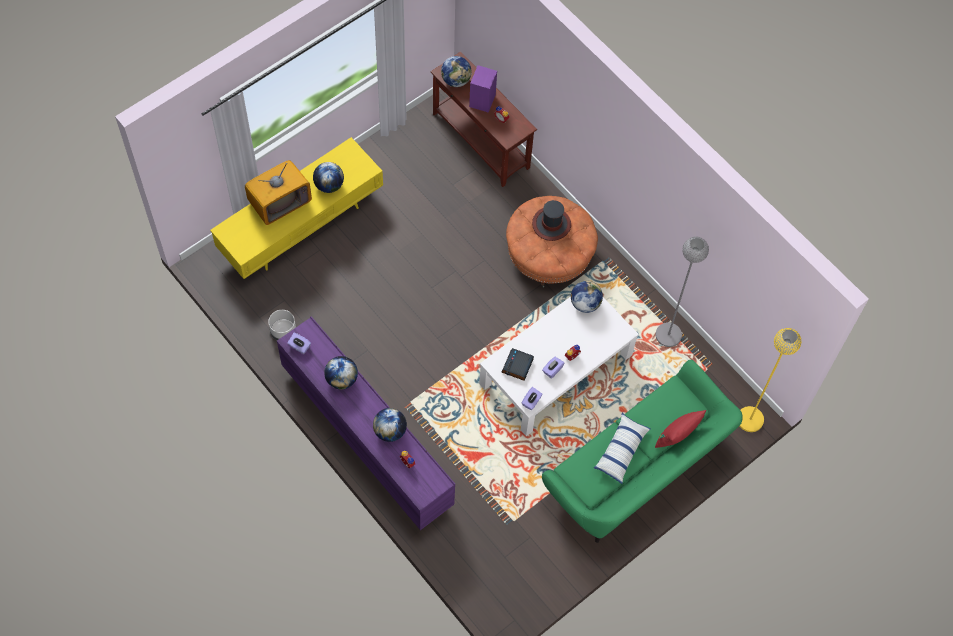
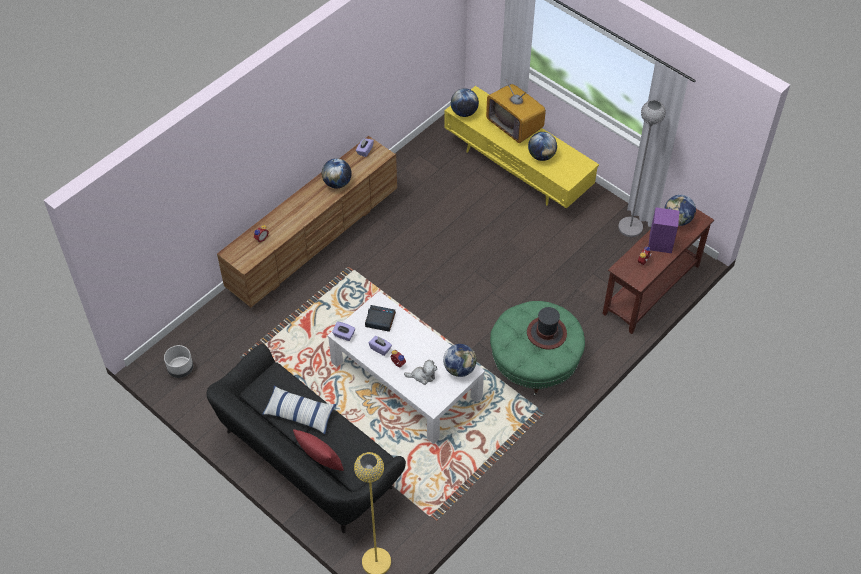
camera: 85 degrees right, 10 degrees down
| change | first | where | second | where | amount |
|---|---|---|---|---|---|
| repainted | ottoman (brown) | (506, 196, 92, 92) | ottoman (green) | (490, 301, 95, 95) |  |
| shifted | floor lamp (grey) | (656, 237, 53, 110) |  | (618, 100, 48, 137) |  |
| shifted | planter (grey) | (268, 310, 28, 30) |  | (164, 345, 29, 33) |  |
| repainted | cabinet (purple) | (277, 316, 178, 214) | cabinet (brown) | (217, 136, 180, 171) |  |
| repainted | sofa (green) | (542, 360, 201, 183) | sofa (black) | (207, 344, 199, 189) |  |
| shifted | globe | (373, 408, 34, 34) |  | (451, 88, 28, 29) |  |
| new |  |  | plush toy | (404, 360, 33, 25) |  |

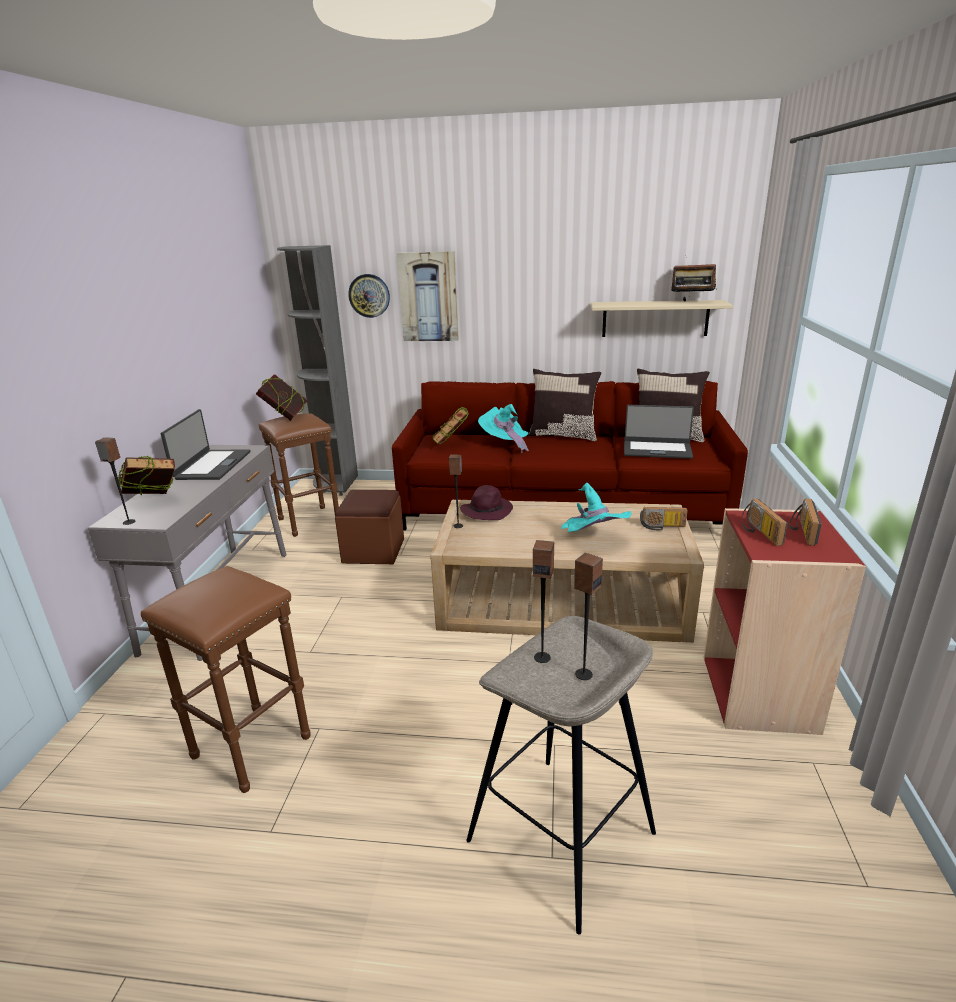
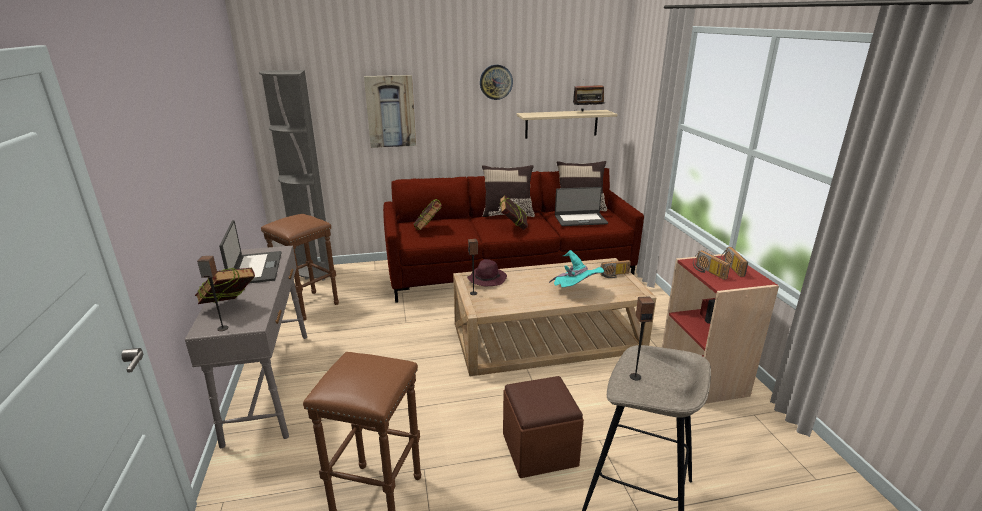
camera: 20 degrees left, 0 degrees up
| change | first | where | second | where | amount |
|---|---|---|---|---|---|
| shifted | wall clock | (348, 274, 42, 44) |  | (480, 65, 33, 35) |  |
| shifted | book | (256, 374, 52, 47) |  | (500, 195, 28, 35) |  |
| gone | hat (turquoise) | (478, 404, 51, 49) |  |  |  |
| shifted | ottoman (brown) | (335, 490, 69, 74) |  | (503, 376, 81, 102) |  |
| gone | speaker | (574, 553, 29, 127) |  |  |  |

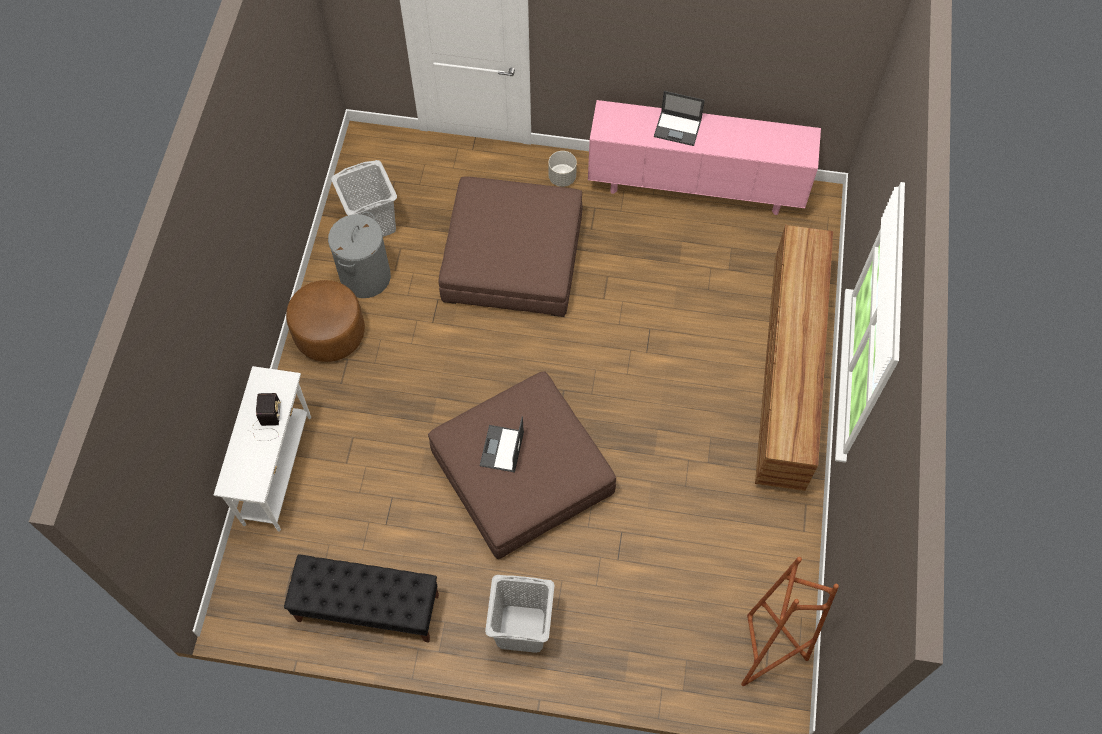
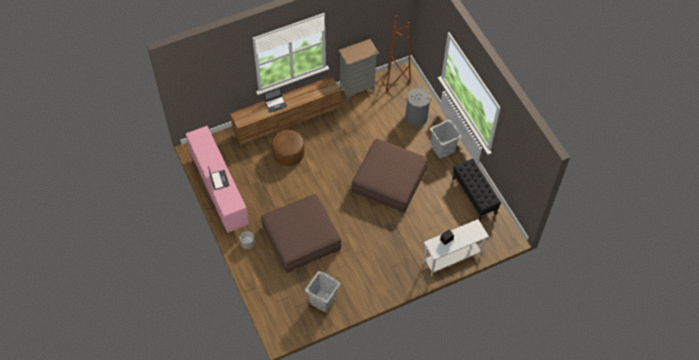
camera: 125 degrees left, 5 degrees down
| change | first | where | second | where | amount |
|---|---|---|---|---|---|
| shifted | laundry basket (grey) | (328, 212, 63, 86) |  | (405, 88, 28, 38) |  |
| shifted | ottoman (brown) | (286, 280, 79, 82) |  | (272, 130, 33, 36) |  |
| shifted | laptop | (480, 417, 44, 56) |  | (264, 87, 23, 26) |  |
| new |  |  | dresser (grey) | (338, 39, 41, 63) |  |

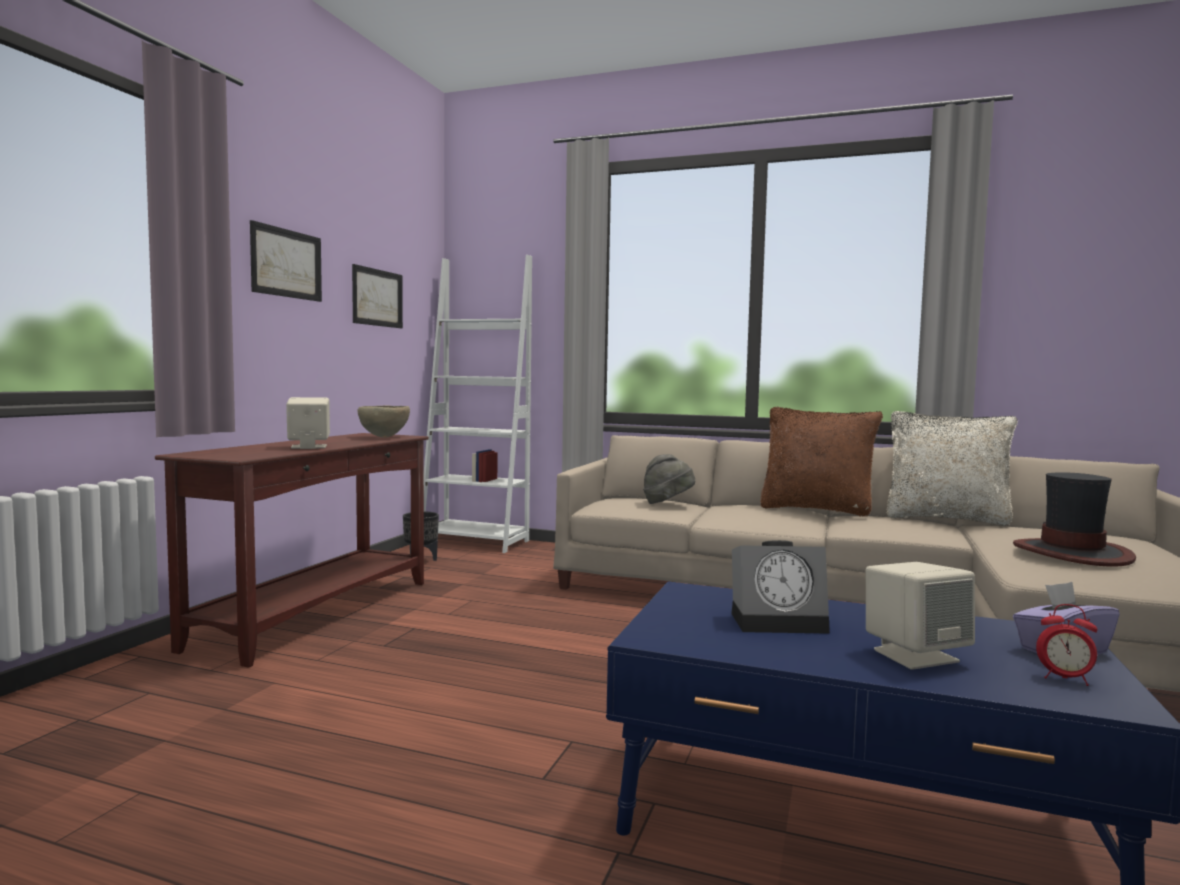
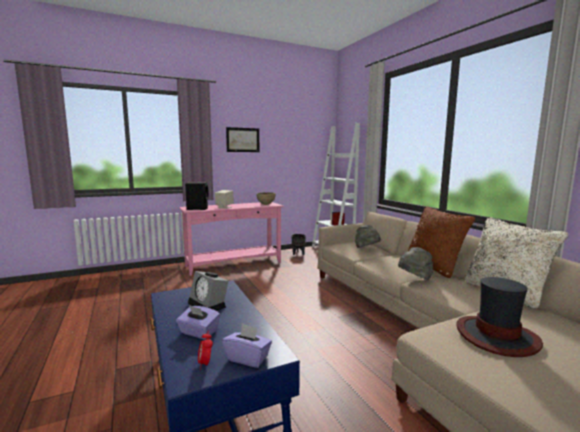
camera: 45 degrees right, 5 degrees up
| change | first | where | second | where | amount |
|---|---|---|---|---|---|
| gone | picture | (352, 264, 51, 64) |  |  |  |
| repainted | console table (brown) | (155, 433, 274, 235) | console table (pink) | (179, 202, 105, 74) |  |
| swapped | speaker (beige) | (866, 562, 109, 108) | tissue box (purple) | (176, 305, 44, 34) |  |
| new |  |  | speaker (black) | (185, 182, 24, 28) |  |
| new |  |  | hat (grey) | (398, 247, 35, 33) |  |

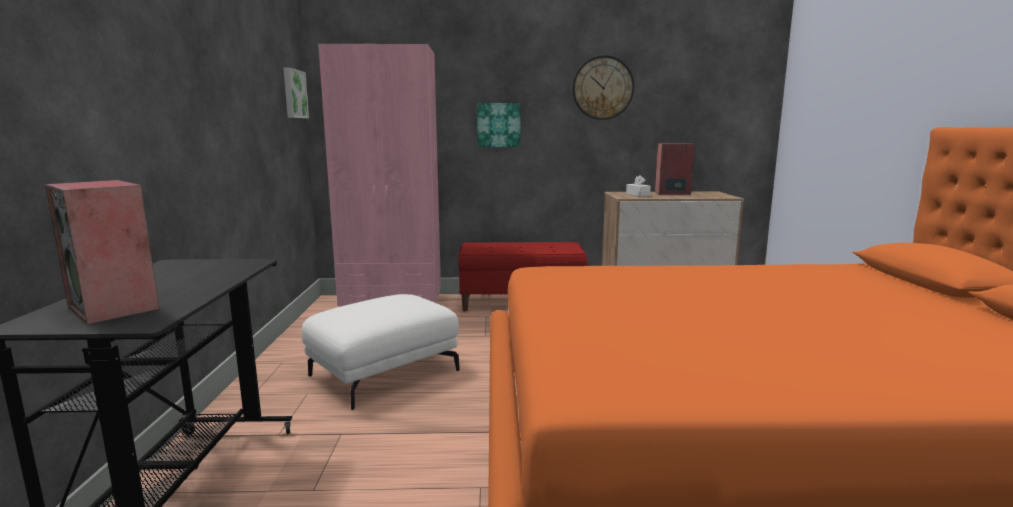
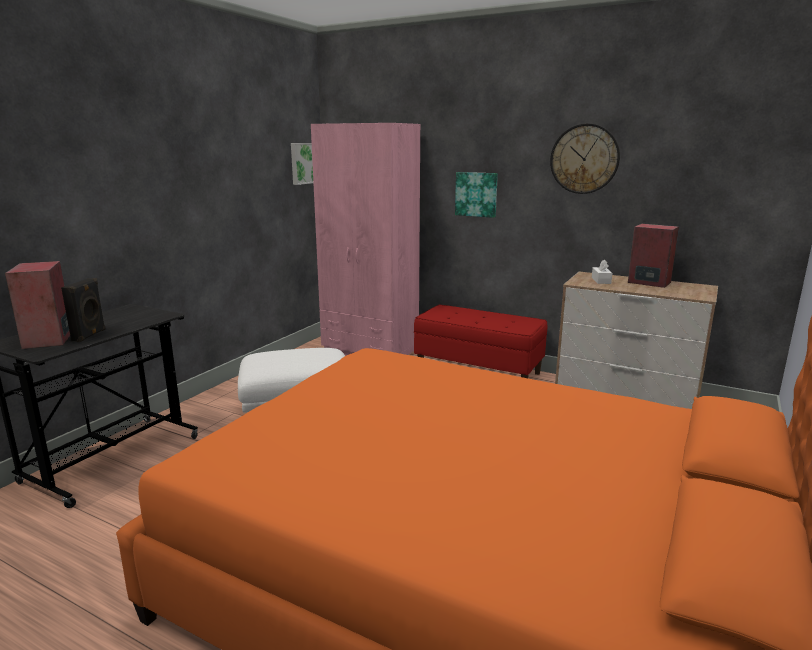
camera: 30 degrees right, 5 degrees up
| change | first | where | second | where | amount |
|---|---|---|---|---|---|
| new |  |  | speaker (black) | (61, 278, 44, 64) |  |

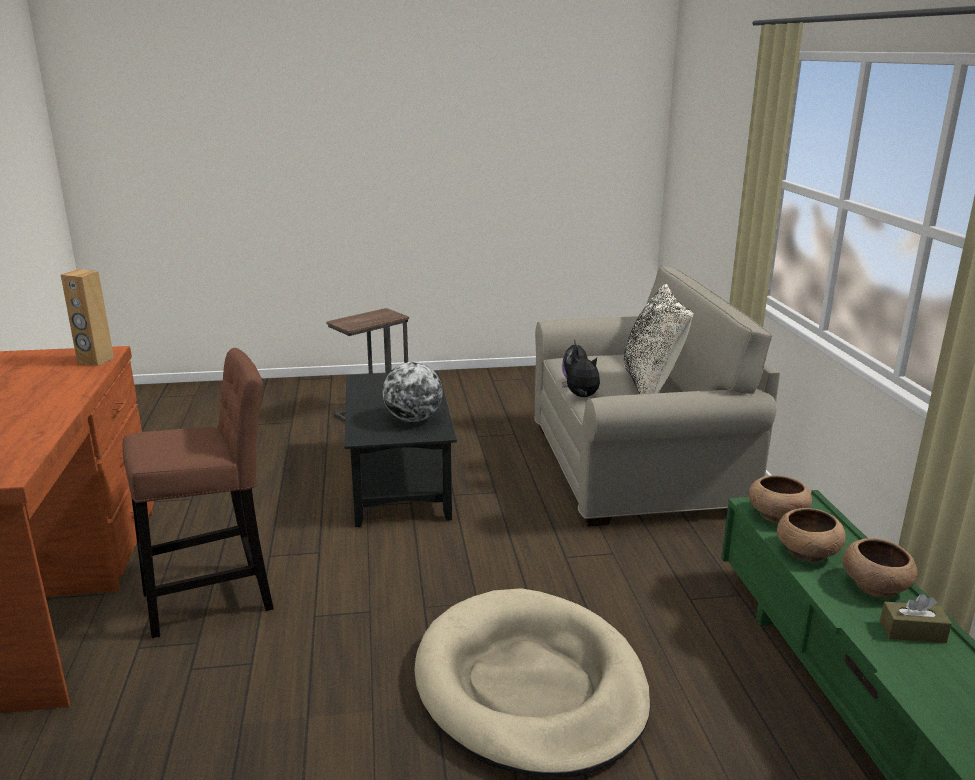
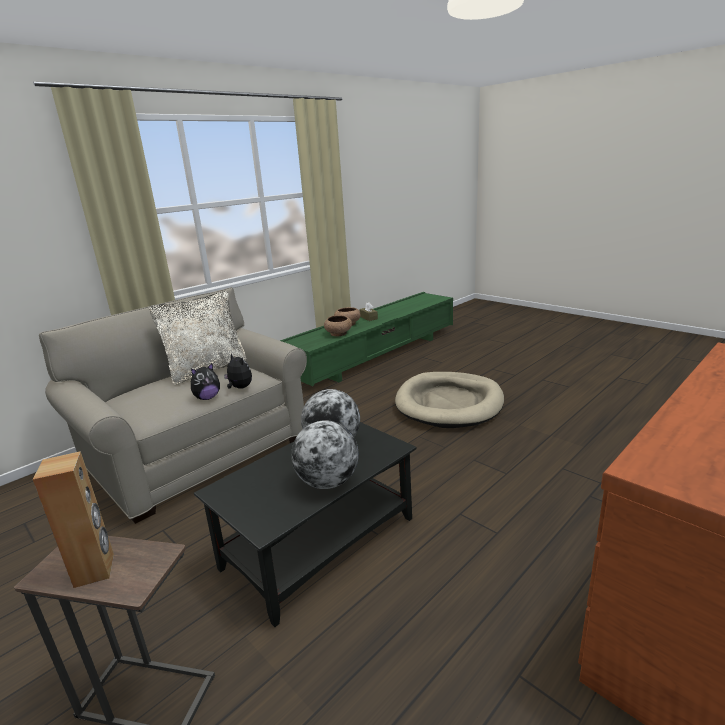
camera: 125 degrees left, 0 degrees up
| change | first | where | second | where | amount |
|---|---|---|---|---|---|
| shifted | speaker (brown) | (61, 269, 53, 97) |  | (33, 451, 81, 137) |  |
| gone | stool (brown) | (122, 348, 152, 290) |  |  |  |
| rotated | plush toy | (562, 355, 38, 42) |  | (224, 353, 28, 36) | 150 degrees clockwise |
| gone | bowl (brown) | (749, 475, 63, 48) |  |  |  |
| new |  |  | globe | (291, 420, 68, 69) |  |

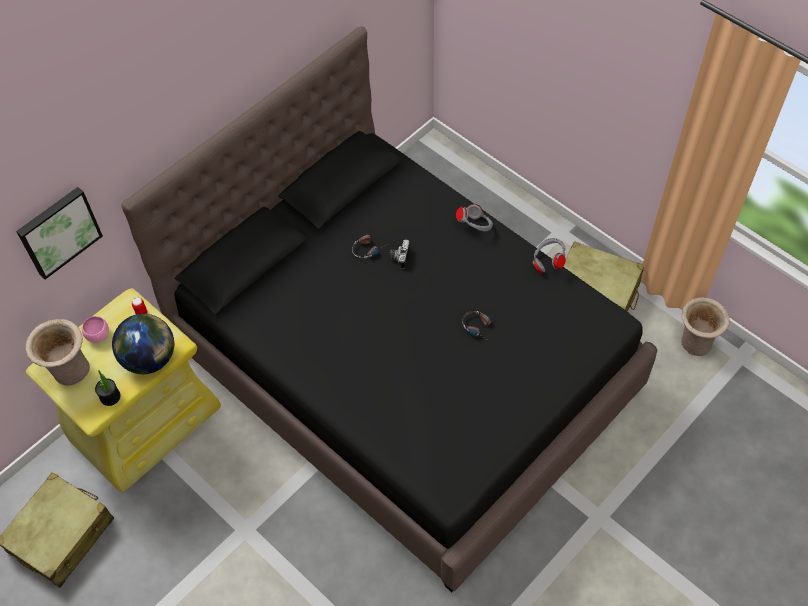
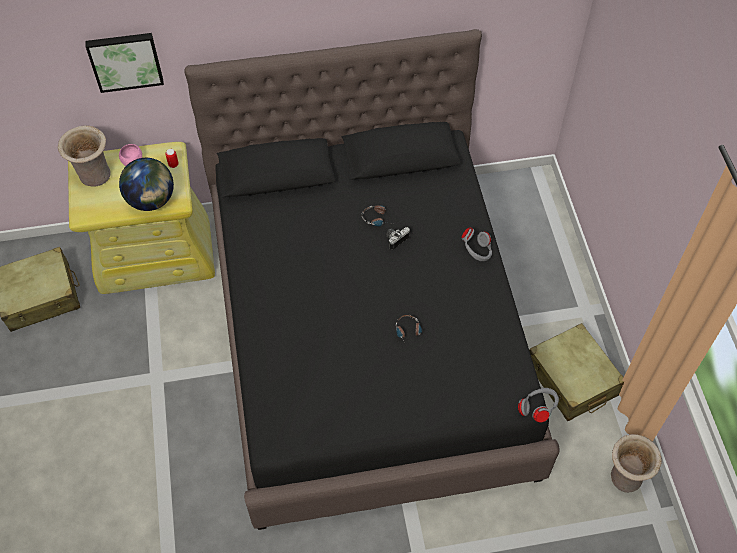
camera: 35 degrees right, 0 degrees up
| change | first | where | second | where | amount |
|---|---|---|---|---|---|
| shifted | headphones (grey) | (532, 238, 34, 35) |  | (518, 388, 41, 35) |  |
| gone | potted plant | (95, 370, 26, 36) |  |  |  |

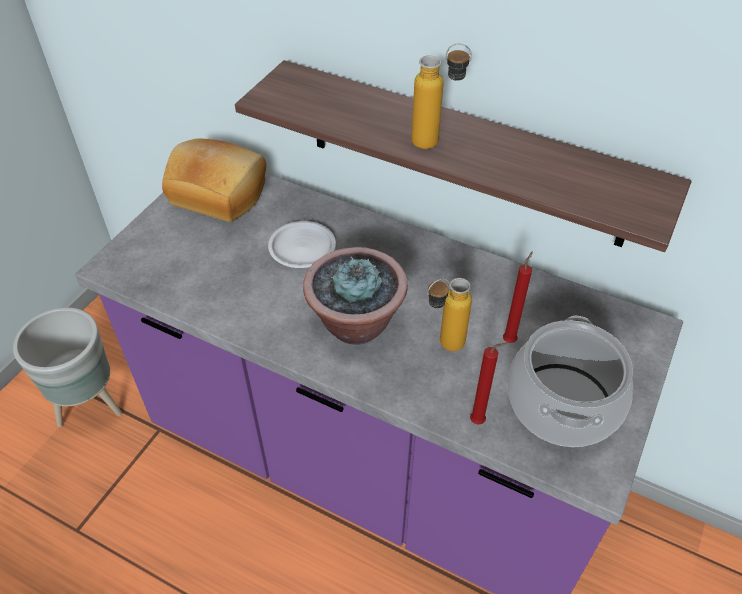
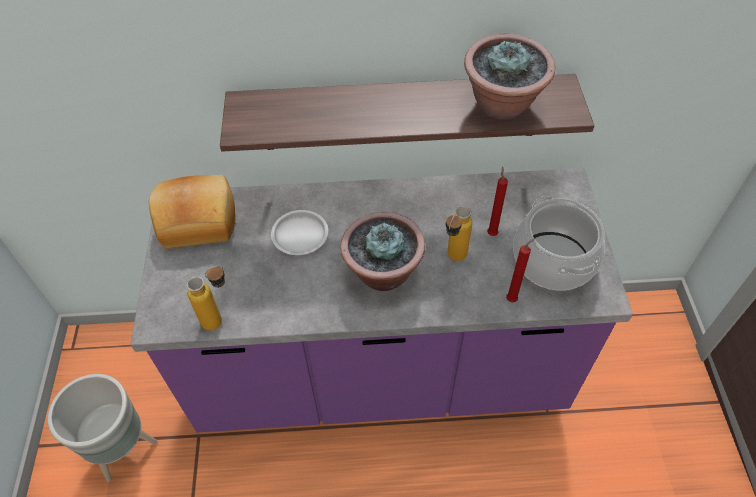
camera: 30 degrees left, 5 degrees up
| change | first | where | second | where | amount |
|---|---|---|---|---|---|
| shifted | bottle | (411, 43, 61, 106) |  | (186, 266, 39, 65) |  |
| new |  |  | potted plant | (464, 34, 91, 85) |  |

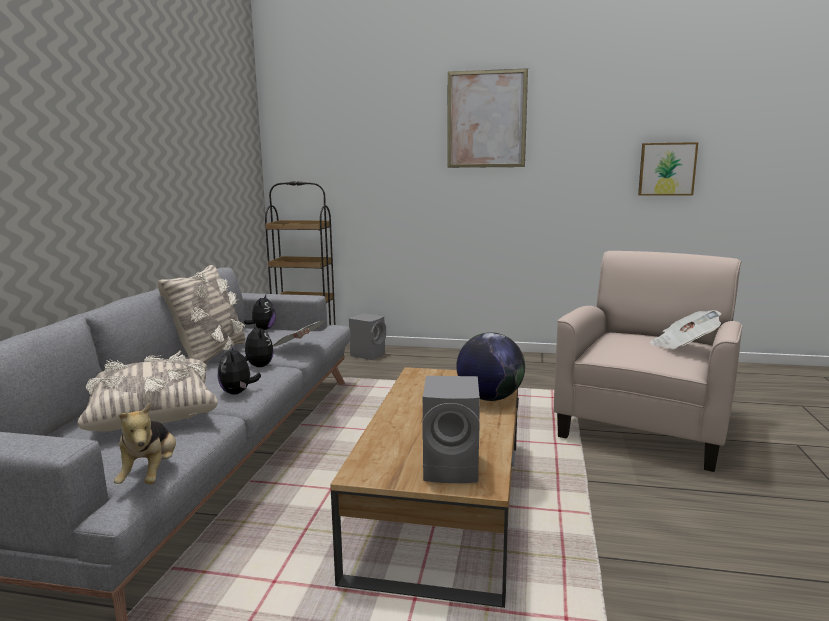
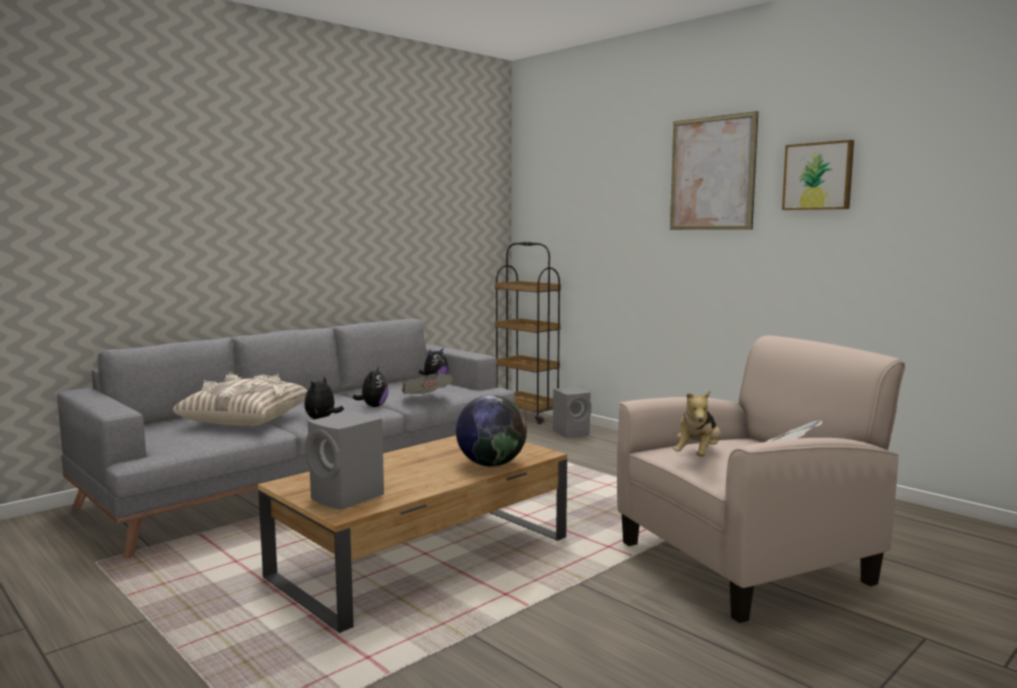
camera: 35 degrees right, 5 degrees down
| change | first | where | second | where | amount |
|---|---|---|---|---|---|
| shifted | picture | (638, 142, 60, 53) |  | (782, 140, 72, 70) |  |
| gone | pillow (beige) | (158, 265, 87, 99) |  |  |  |
| shifted | plush toy | (114, 403, 62, 81) |  | (673, 390, 48, 67) |  |

